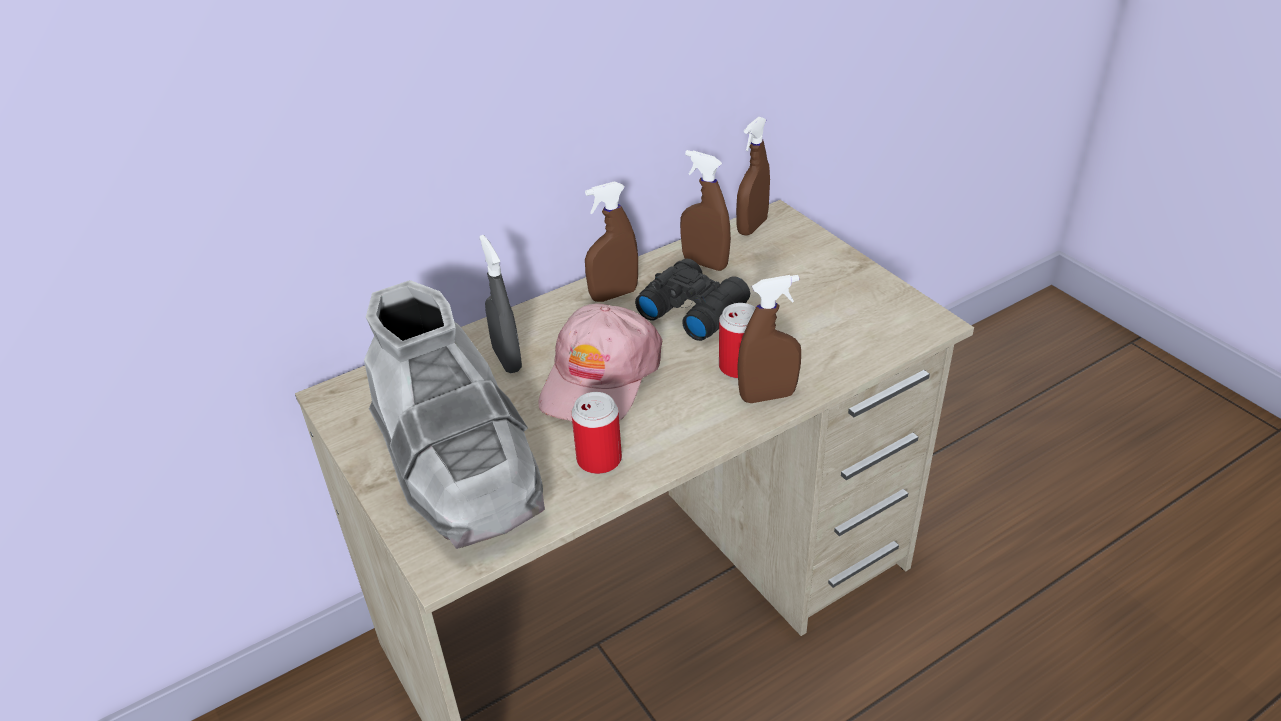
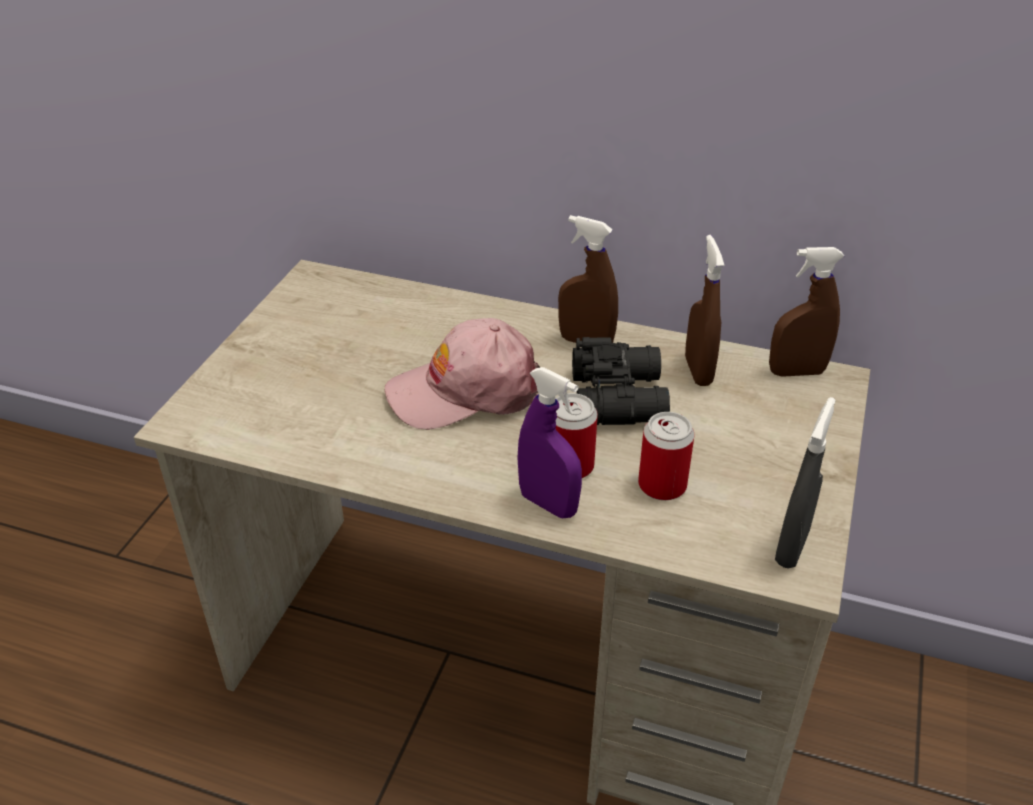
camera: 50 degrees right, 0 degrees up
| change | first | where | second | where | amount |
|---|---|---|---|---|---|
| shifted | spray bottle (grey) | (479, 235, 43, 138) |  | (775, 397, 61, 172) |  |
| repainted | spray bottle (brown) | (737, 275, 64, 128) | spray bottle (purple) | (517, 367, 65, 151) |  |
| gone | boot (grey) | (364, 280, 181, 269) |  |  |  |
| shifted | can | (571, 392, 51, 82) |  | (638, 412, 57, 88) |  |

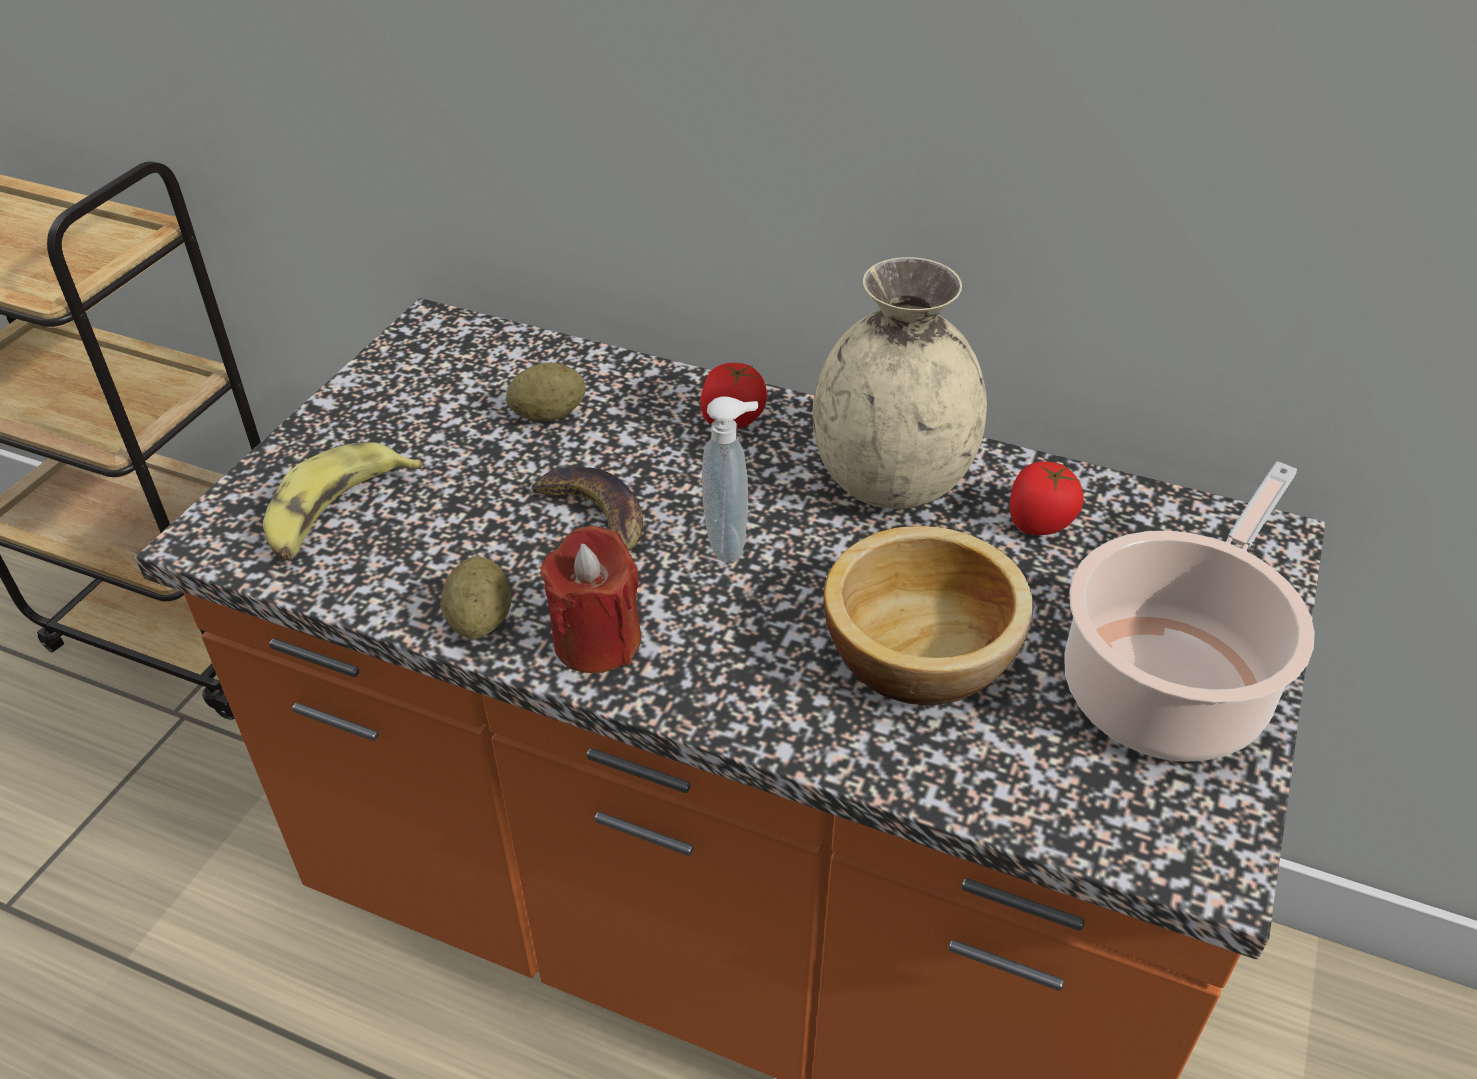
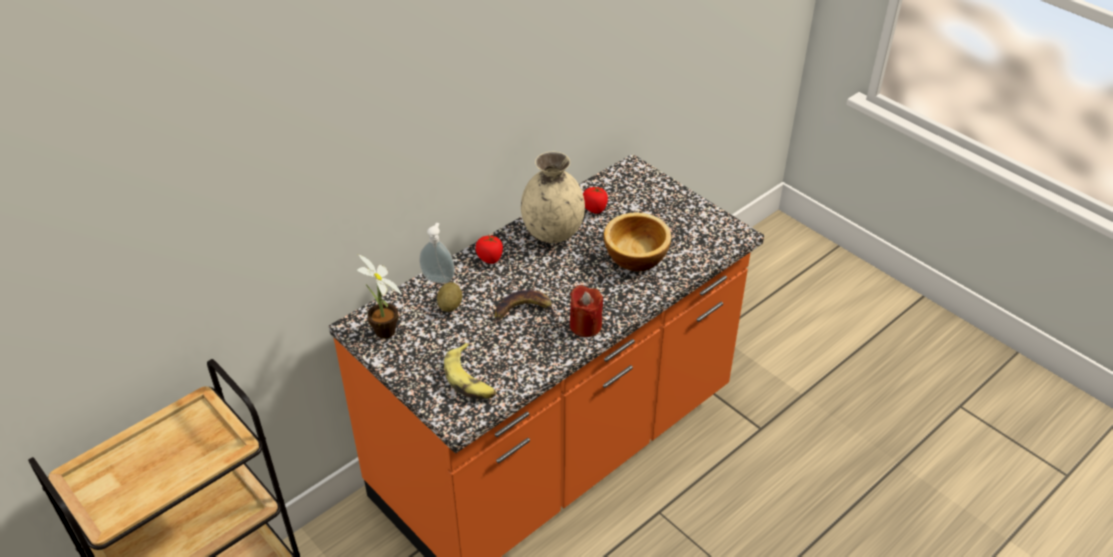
camera: 65 degrees left, 0 degrees up
| change | first | where | second | where | amount |
|---|---|---|---|---|---|
| shifted | soap dispenser | (702, 396, 57, 166) |  | (419, 223, 36, 61) |  |
| gone | cooking pot | (1064, 461, 251, 301) |  |  |  |
| gone | potato | (441, 556, 70, 83) |  |  |  |
| new |  |  | potted plant | (357, 254, 45, 85) |  |

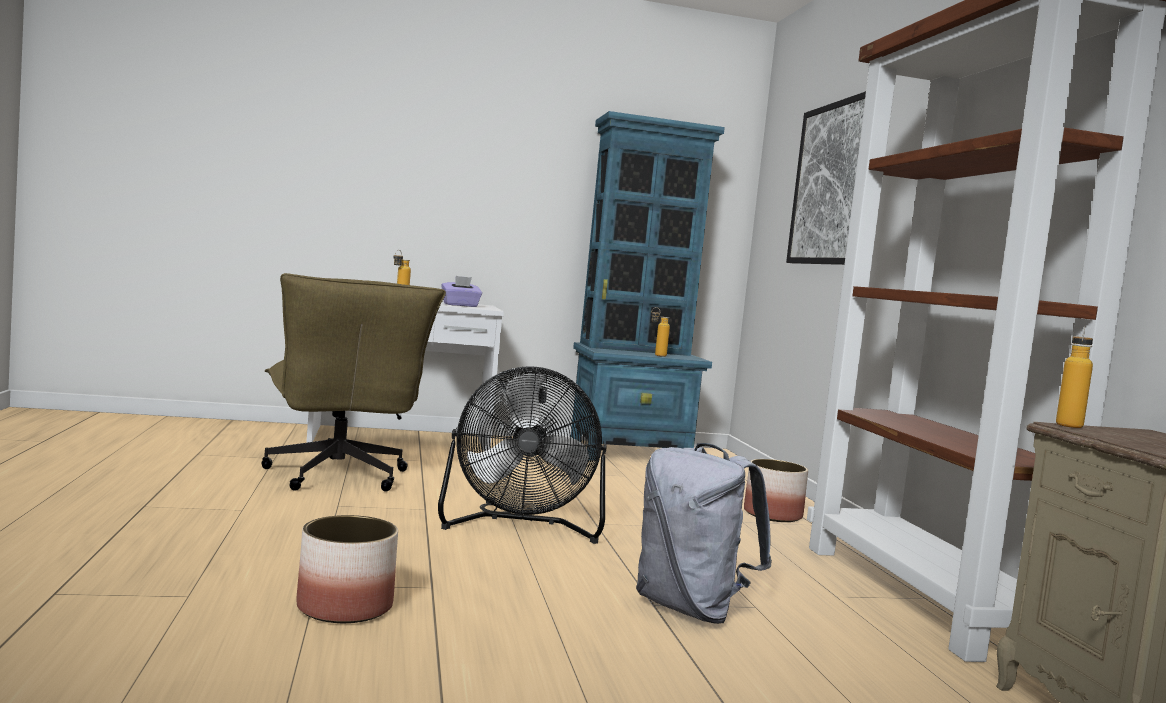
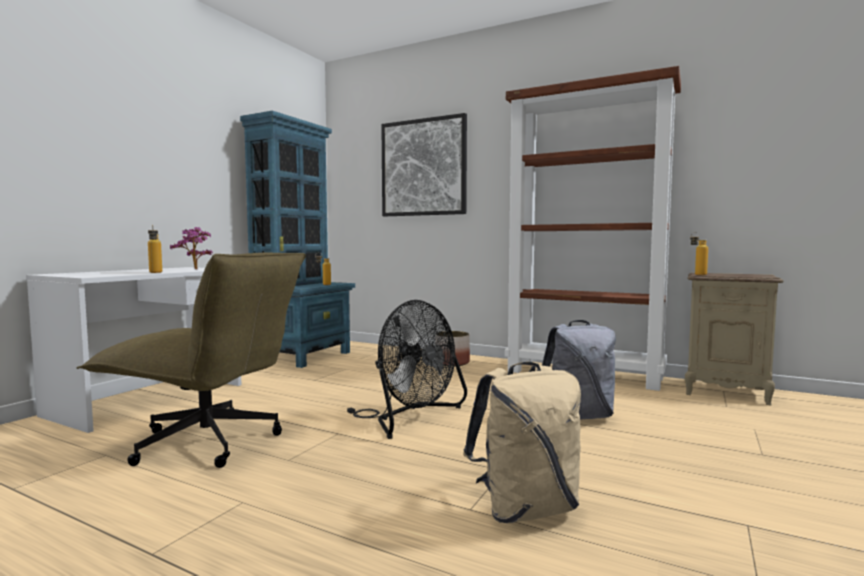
camera: 50 degrees left, 0 degrees up
| change | first | where | second | where | amount |
|---|---|---|---|---|---|
| swapped | tissue box (purple) | (441, 276, 41, 31) | potted plant | (170, 227, 43, 42) |  |
| swapped | planter | (297, 515, 101, 108) | backpack (beige) | (463, 362, 118, 161) |  |

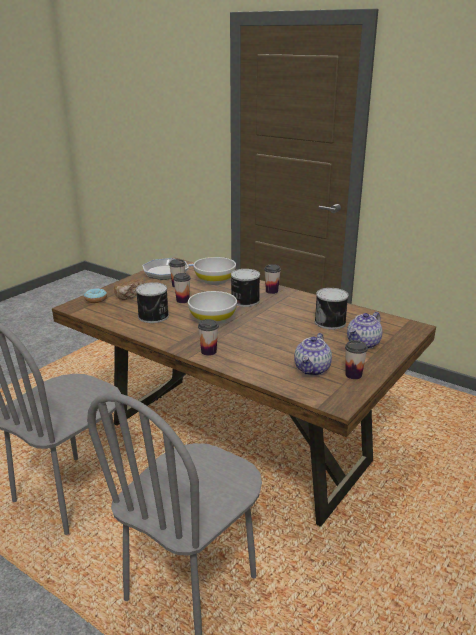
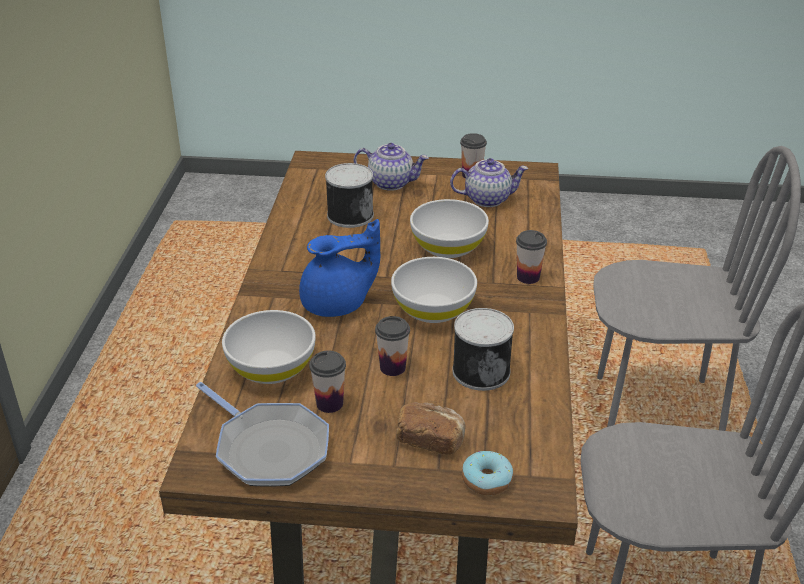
camera: 120 degrees left, 10 degrees up
| change | first | where | second | where | amount |
|---|---|---|---|---|---|
| gone | cup | (264, 264, 17, 30) |  |  |  |
| swapped | can | (231, 269, 29, 38) | teapot (blue) | (299, 219, 81, 98) |  |
| new |  |  | bowl (white) | (410, 199, 79, 59) |  |

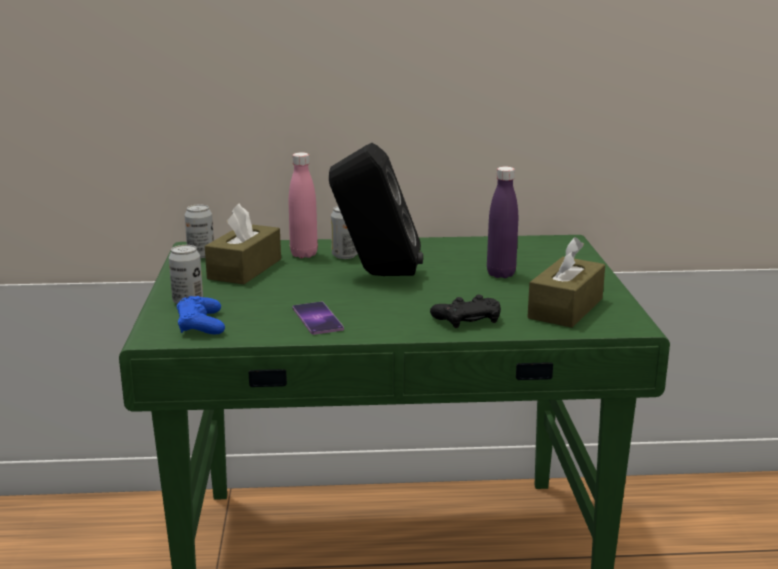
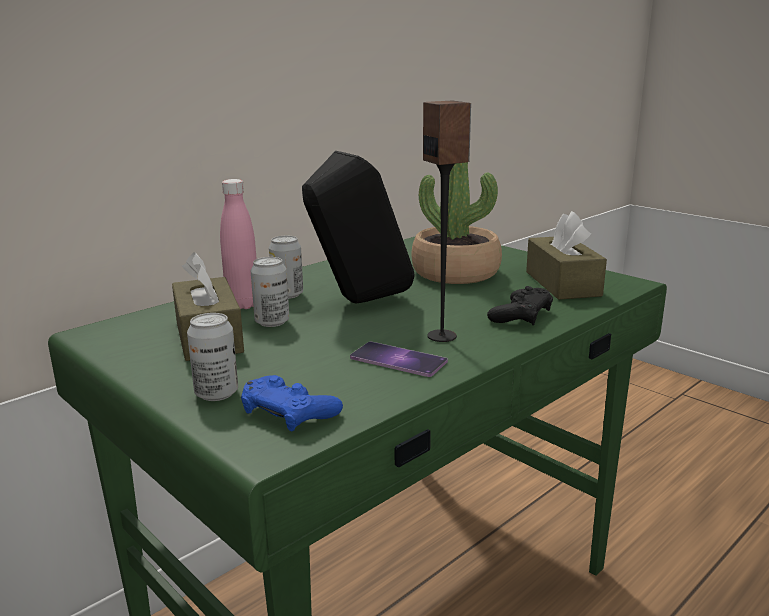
camera: 40 degrees left, 0 degrees up
| change | first | where | second | where | amount |
|---|---|---|---|---|---|
| swapped | bottle (purple) | (487, 167, 31, 111) | potted plant | (412, 162, 90, 122) |  |
| shifted | can | (185, 205, 29, 53) |  | (251, 257, 38, 70) |  |
| new |  |  | speaker | (423, 101, 48, 241) |  |

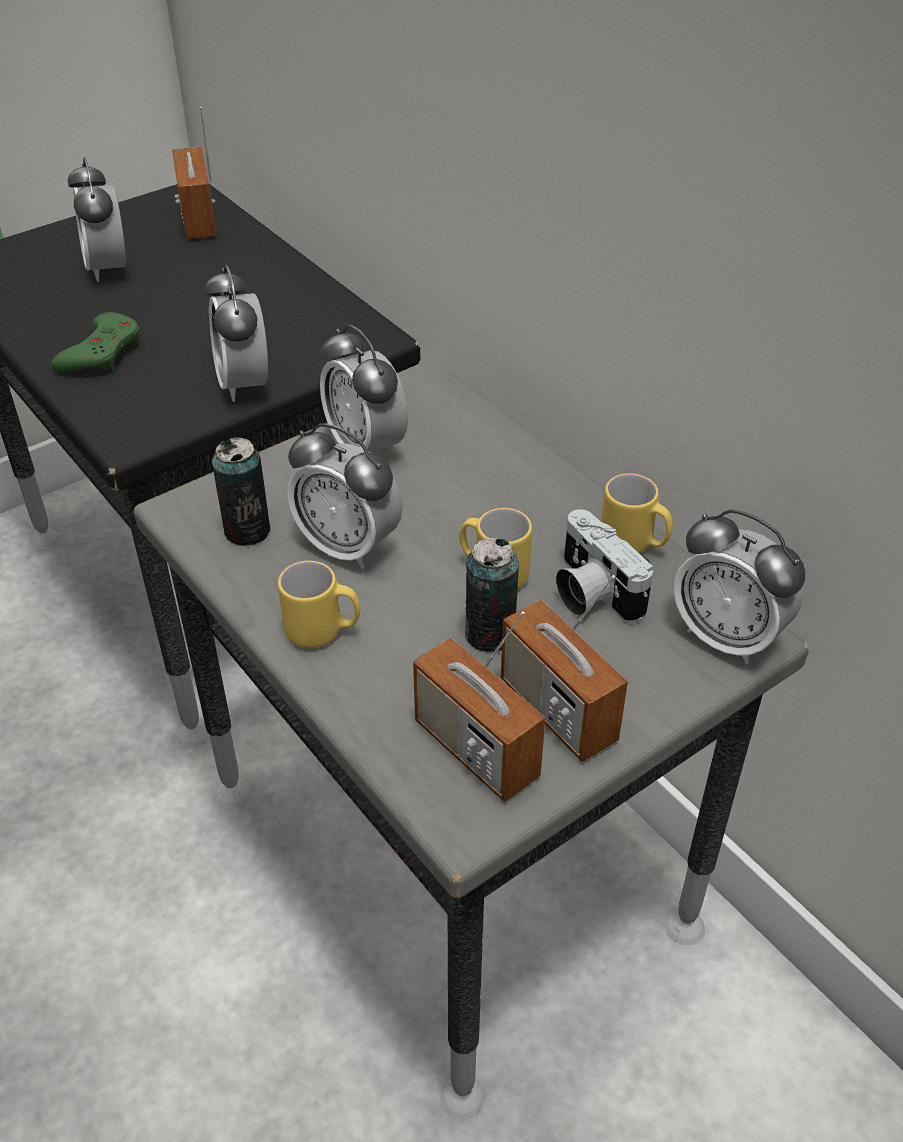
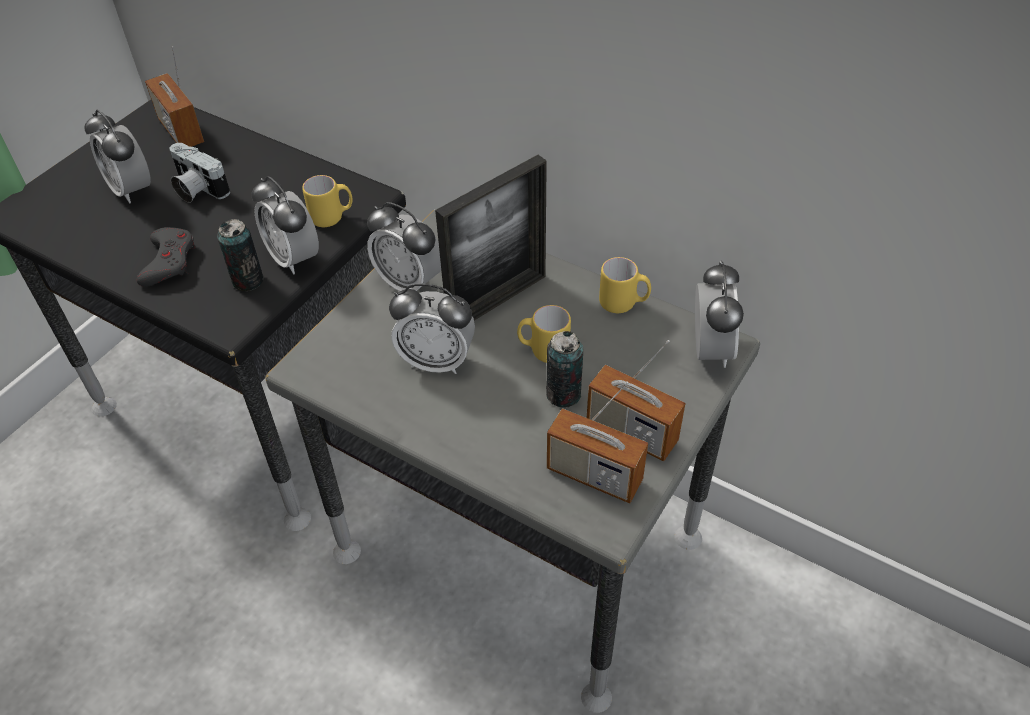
camera: 20 degrees left, 5 degrees up
| change | first | where | second | where | amount |
|---|---|---|---|---|---|
| repainted | game controller (green) | (51, 312, 89, 61) | game controller (grey) | (137, 227, 58, 60) |  |
| shifted | can | (212, 437, 58, 109) |  | (217, 219, 46, 72) |  |
| shifted | photo camera | (556, 509, 97, 114) |  | (169, 143, 61, 60) |  |
| rotated | alarm clock | (673, 509, 132, 155) |  | (695, 261, 49, 107) | 105 degrees counterclockwise |
| shifted | mug (yellow) | (278, 561, 83, 87) |  | (302, 175, 50, 52) |  |
| new |  |  | picture frame | (435, 155, 112, 165) |  |

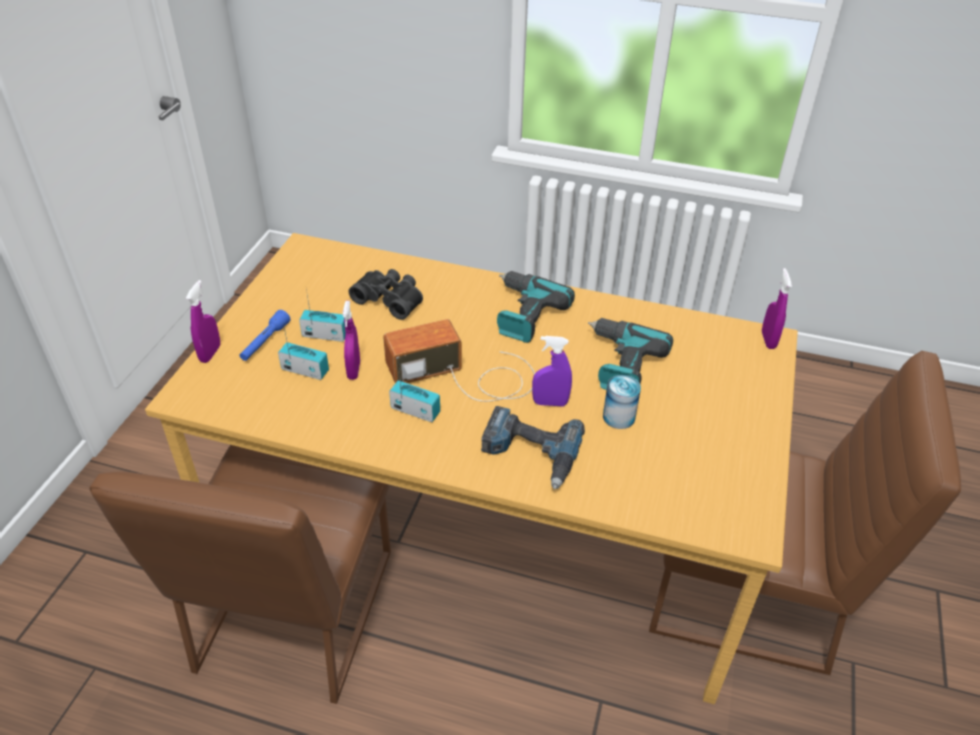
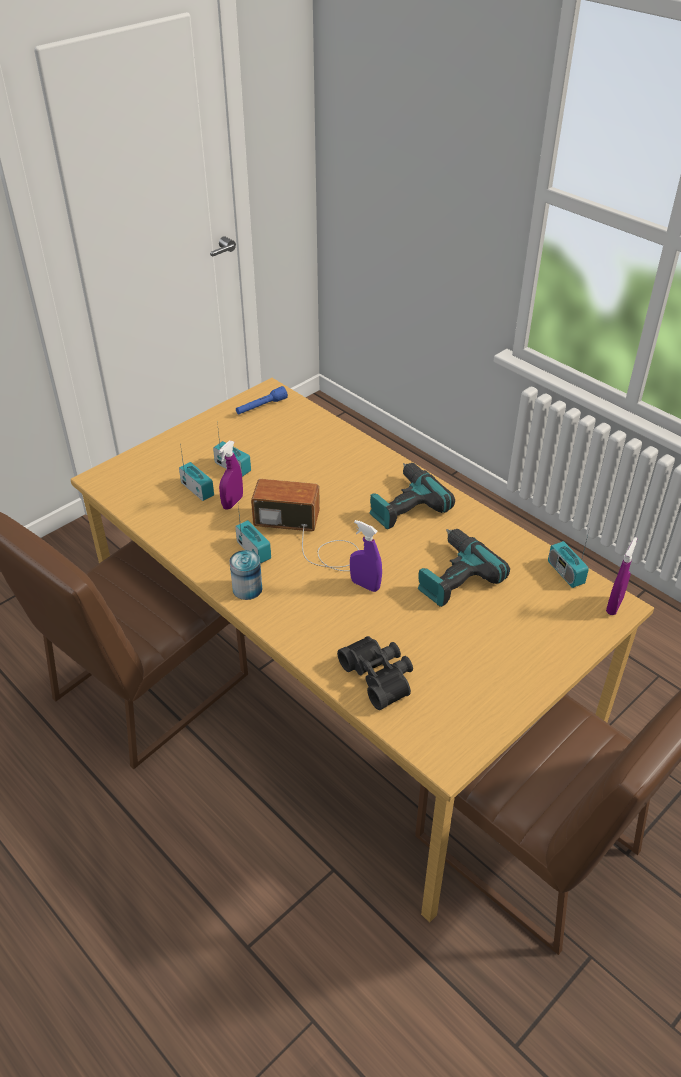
camera: 30 degrees right, 0 degrees up
| change | first | where | second | where | amount |
|---|---|---|---|---|---|
| shifted | binoculars (black) | (349, 269, 74, 51) |  | (337, 636, 76, 74) |  |
| gone | spray bottle (purple) | (186, 280, 34, 83) |  |  |  |
| shifted | flashlight (blue) | (239, 310, 51, 51) |  | (236, 386, 52, 29) |  |
| shifted | can | (603, 375, 38, 54) |  | (230, 550, 32, 50) |  |
| gone | power drill | (481, 406, 104, 84) |  |  |  |
| new |  |  | radio | (548, 527, 42, 61) |  |

